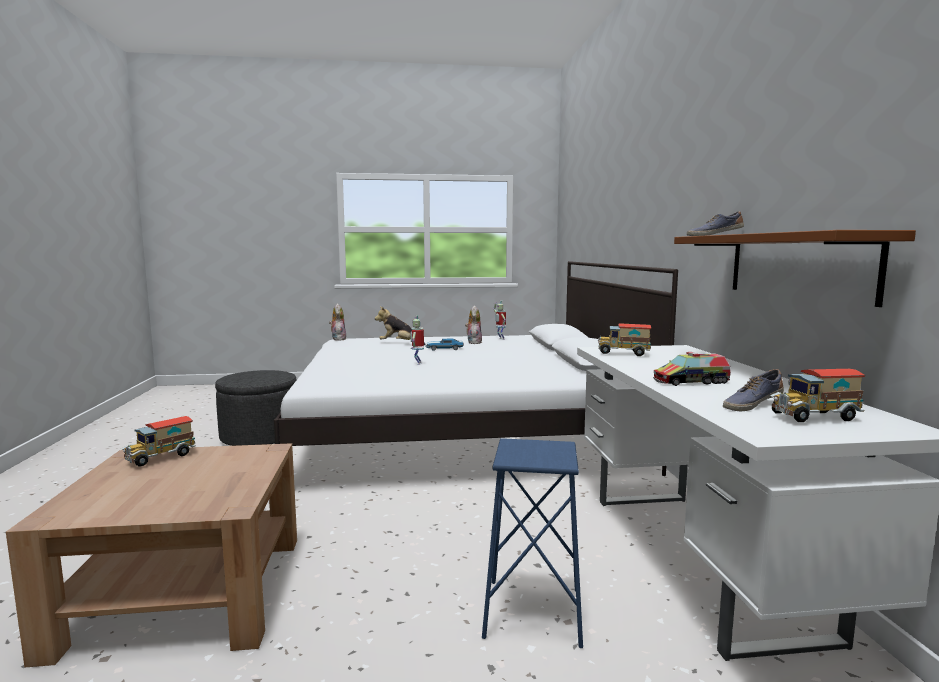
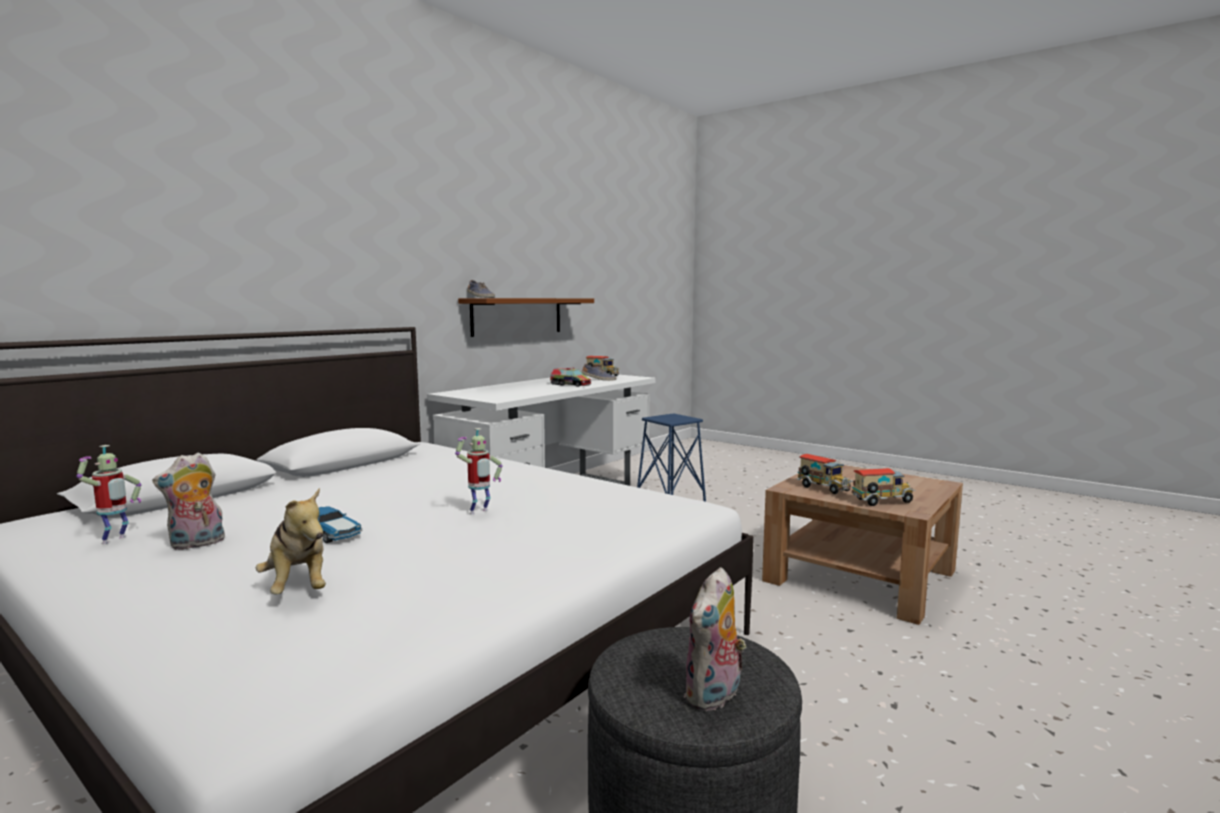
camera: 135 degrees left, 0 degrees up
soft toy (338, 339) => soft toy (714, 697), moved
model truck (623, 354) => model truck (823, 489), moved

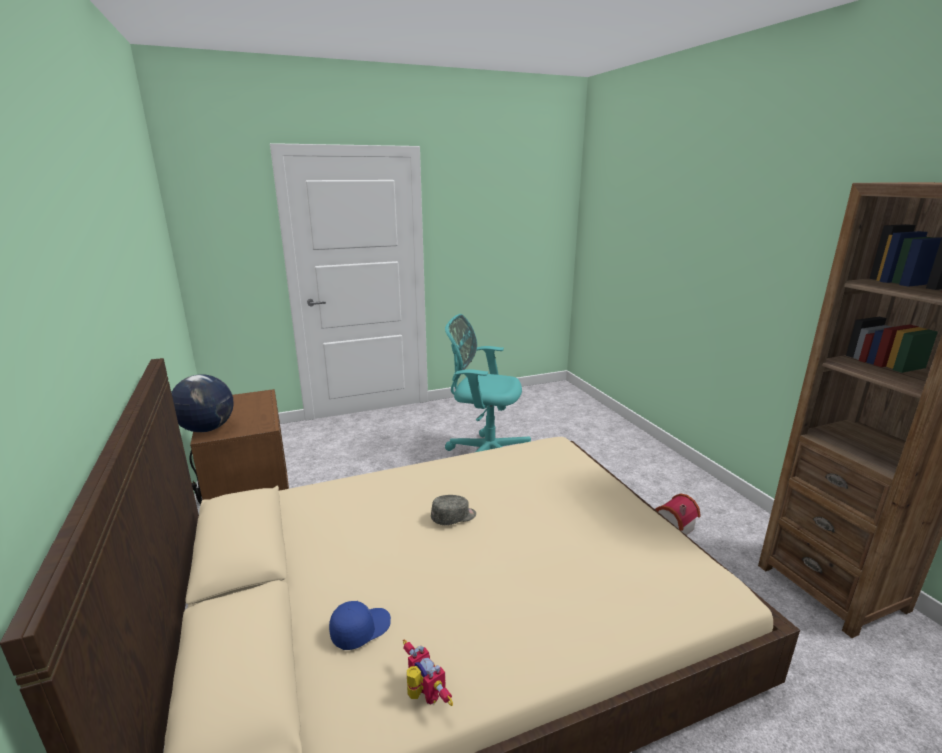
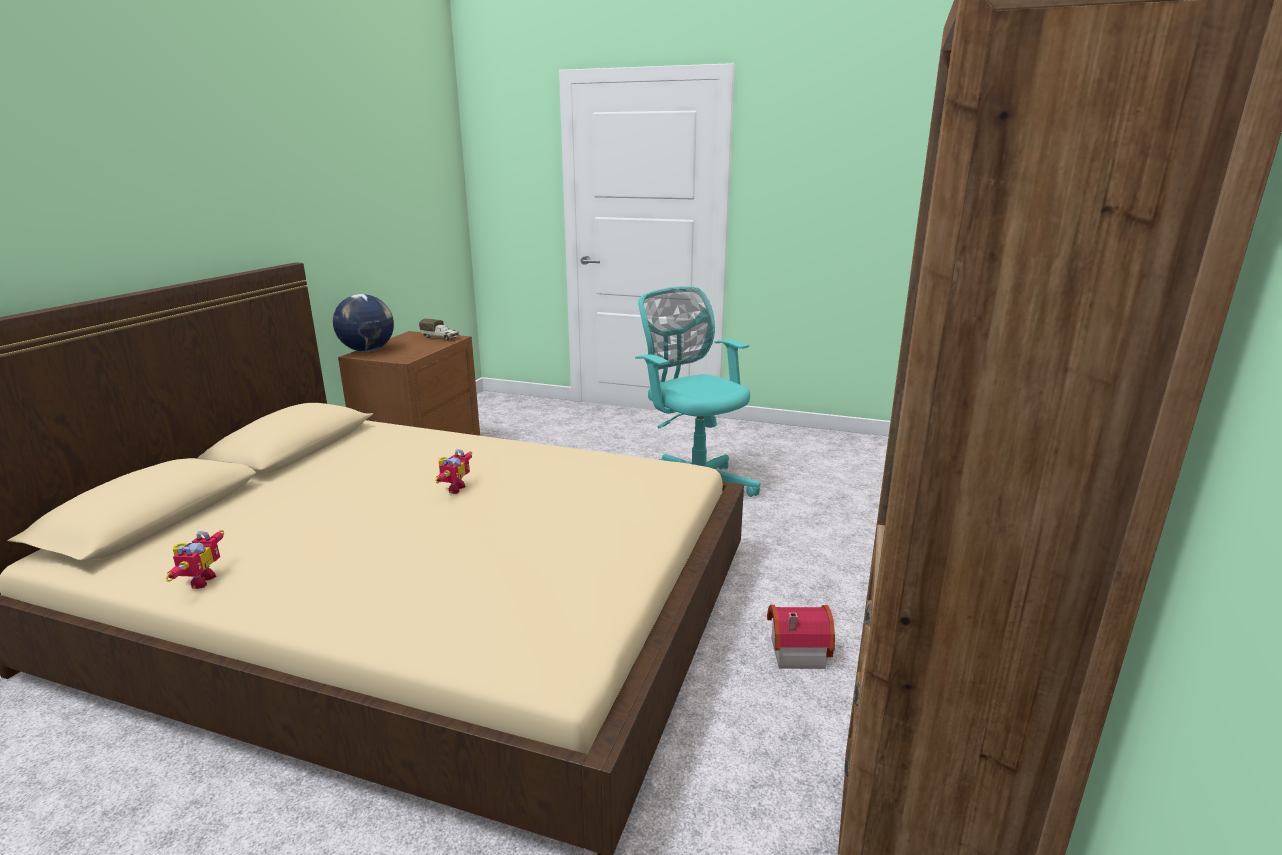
camera: 40 degrees right, 0 degrees up
bluish baseball cap (360, 629) => nothing
gray baseball cap (454, 517) => model robot (453, 488)
nothing => model truck (440, 337)

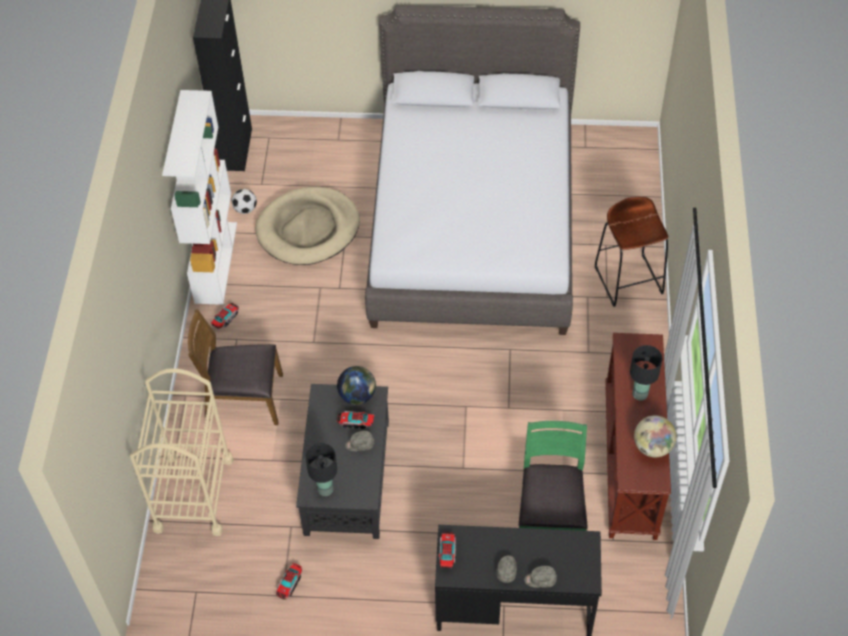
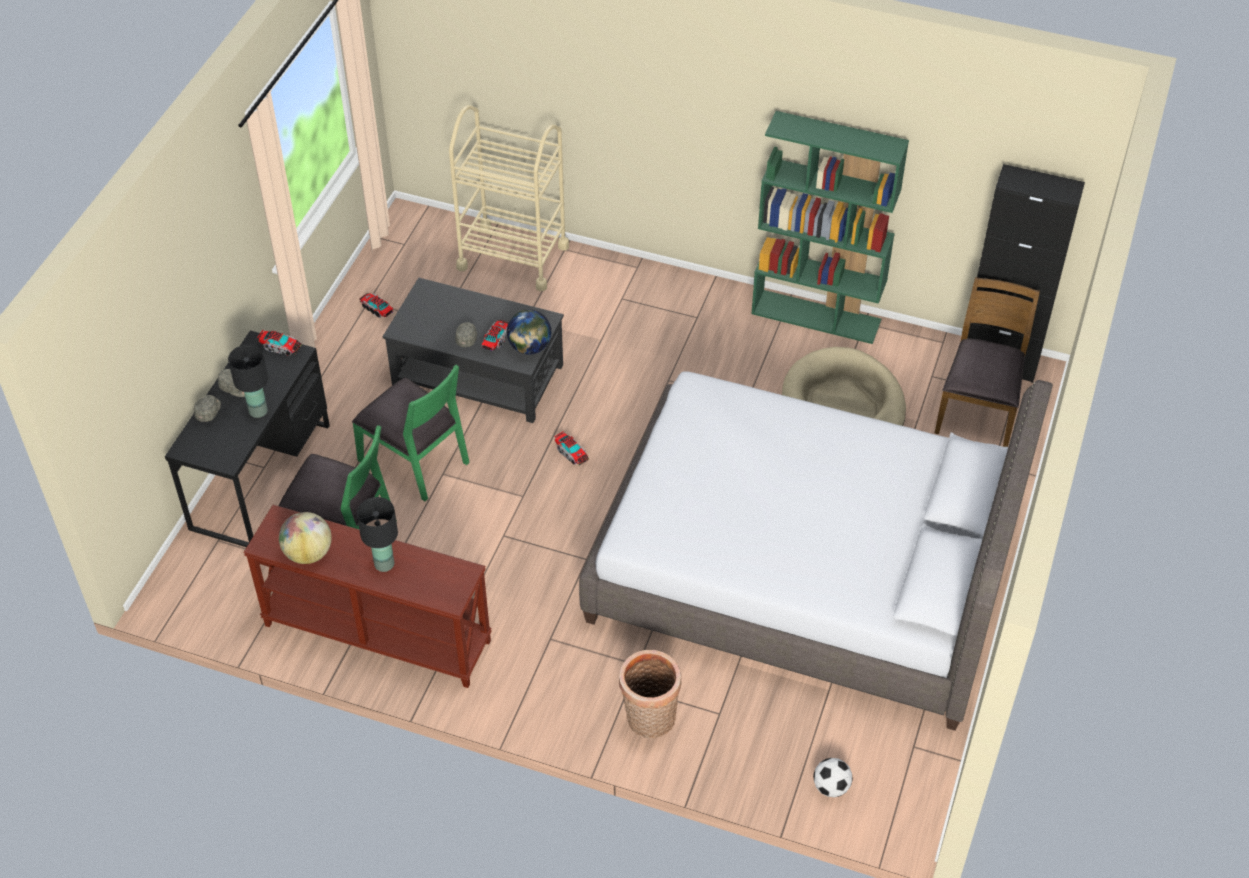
camera: 105 degrees right, 5 degrees down
white bookshelf (215, 262) => green-coloured bookshelf (817, 316)
brown-coloured chair (243, 398) => brown-coloured chair (978, 409), moved
model truck (226, 318) => model truck (571, 453), moved
ball for football (245, 209) => ball for football (831, 787), moved
black-coloured tabletop lamp (325, 490) => black-coloured tabletop lamp (258, 410), moved
brown-coloured sitting stool (628, 280) => household basket (649, 721)
nothing => green-coloured chair (415, 460)

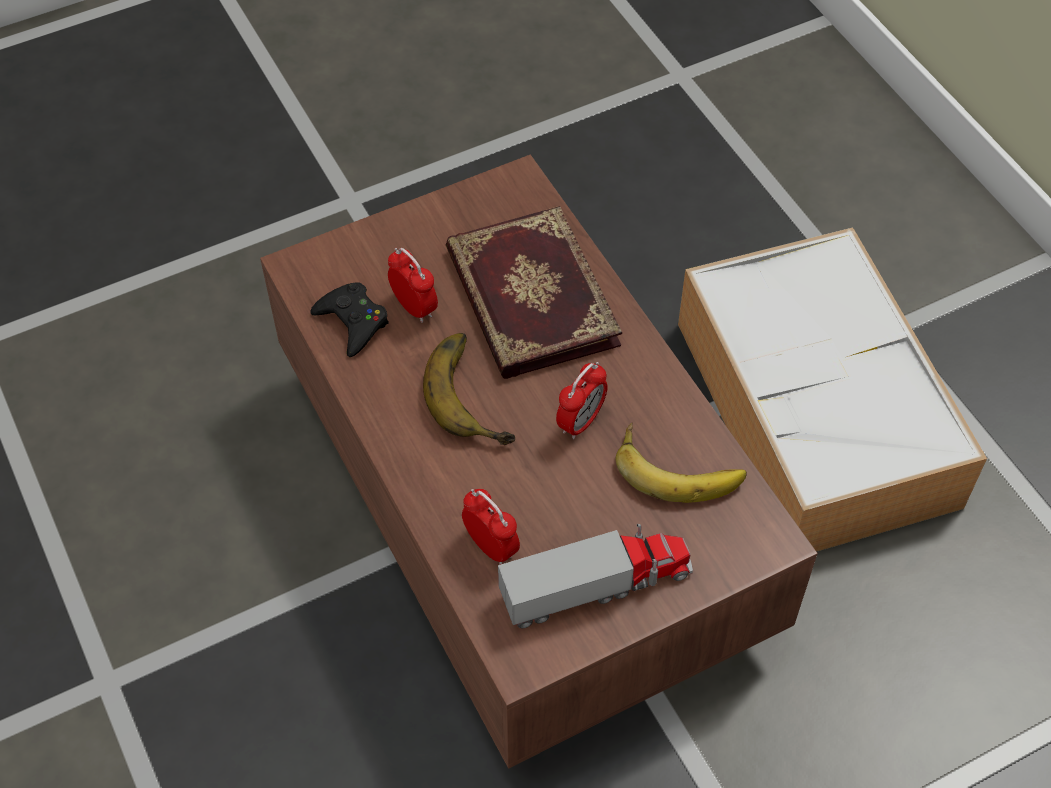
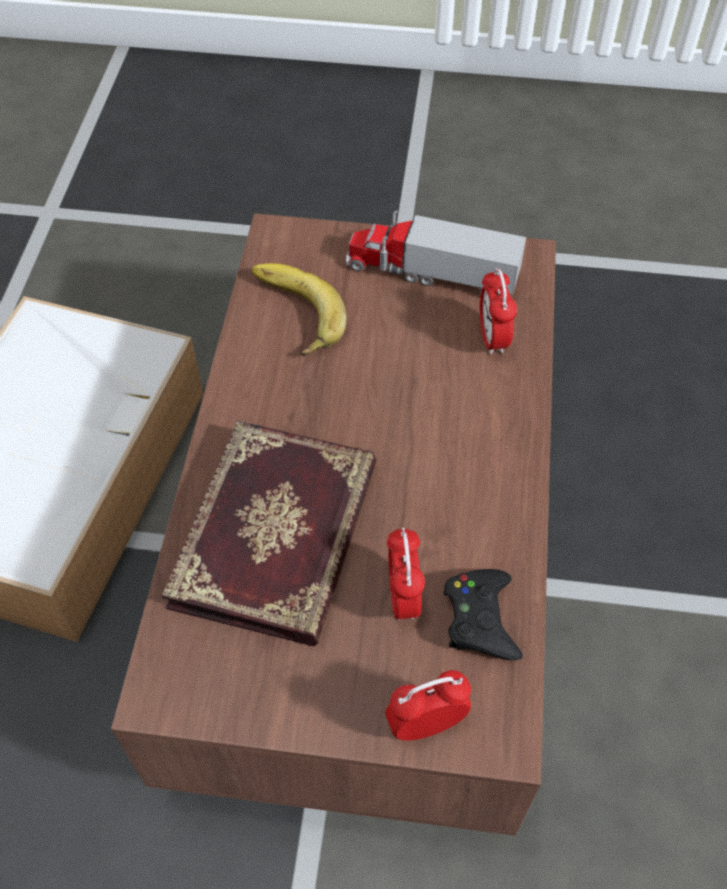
camera: 145 degrees left, 0 degrees up
banana fruit (476, 392) => nothing
bedside clock (580, 421) => bedside clock (426, 724), moved

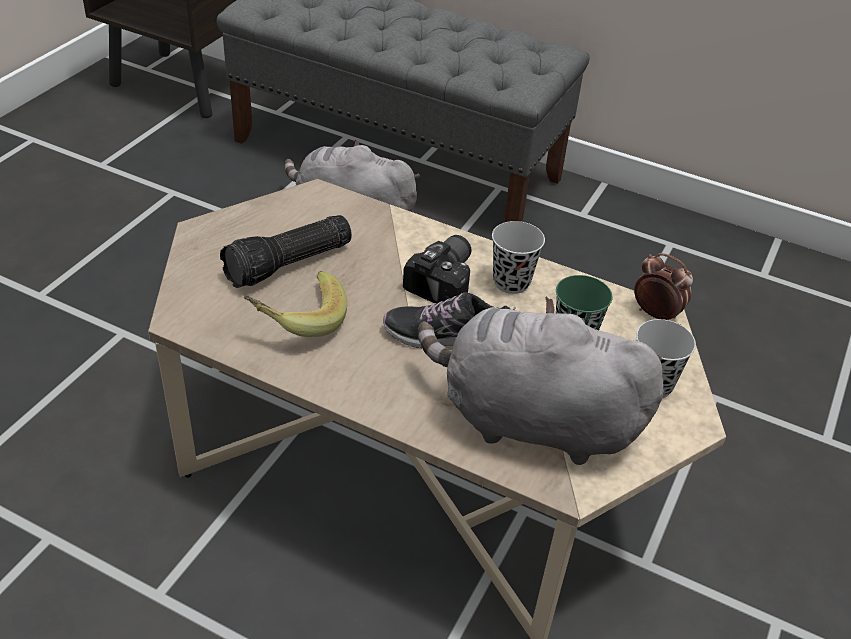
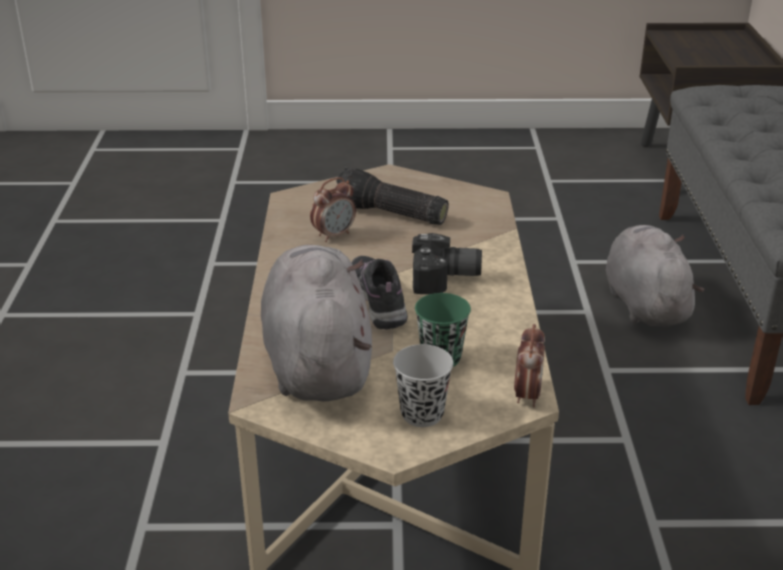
camera: 65 degrees right, 10 degrees down
banana fruit (297, 319) => bedside clock (334, 235)
black-coloured cup (511, 282) => nothing

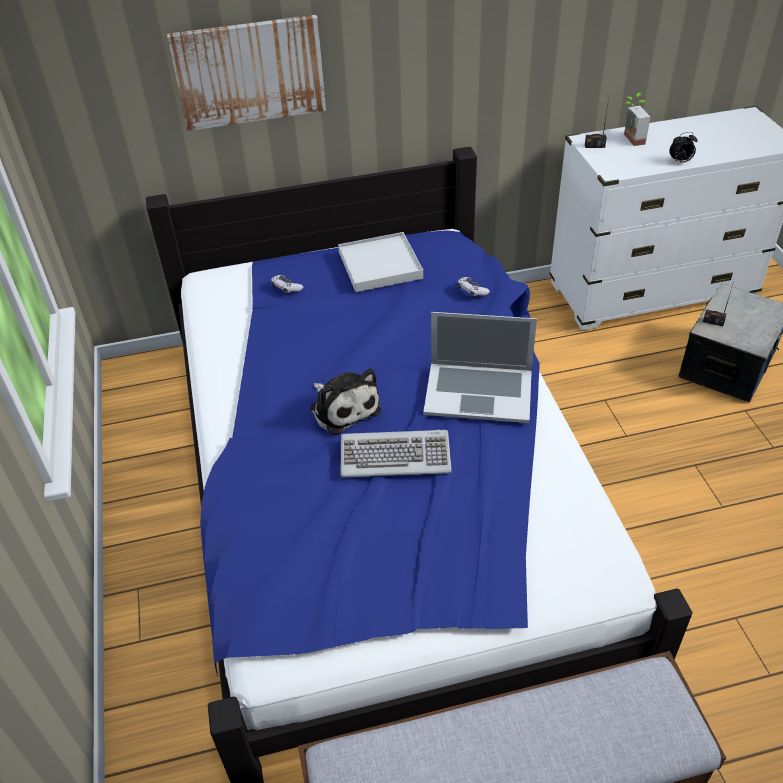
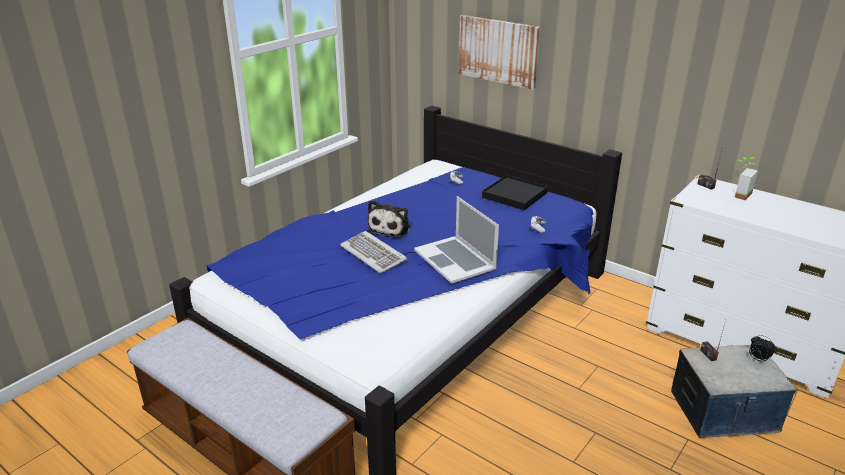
camera: 50 degrees right, 15 degrees down
white serving tray (380, 265) => black-coloured serving tray (514, 195)
bedside clock (680, 162) => bedside clock (757, 359), moved

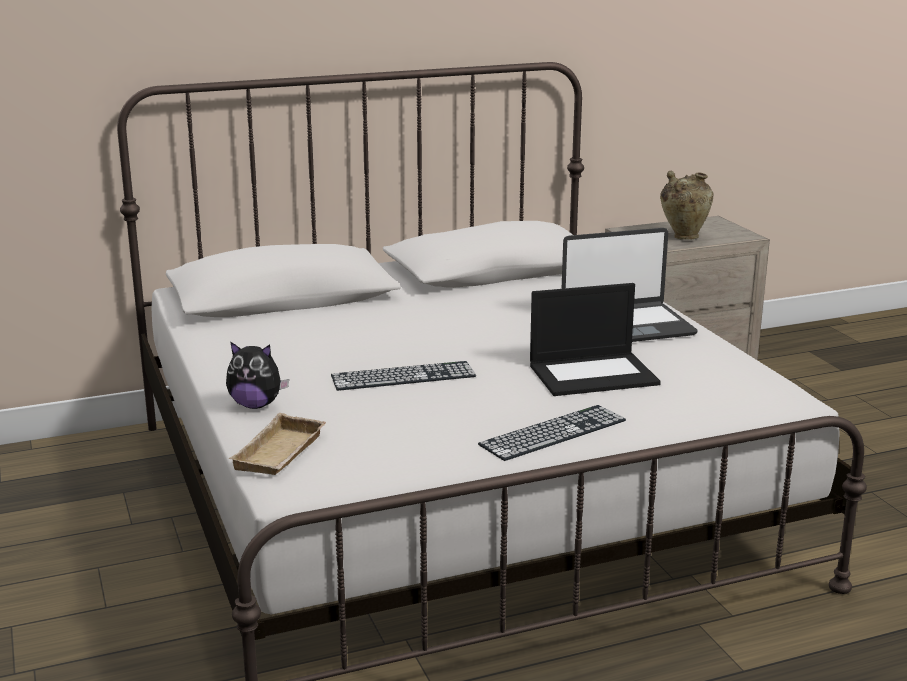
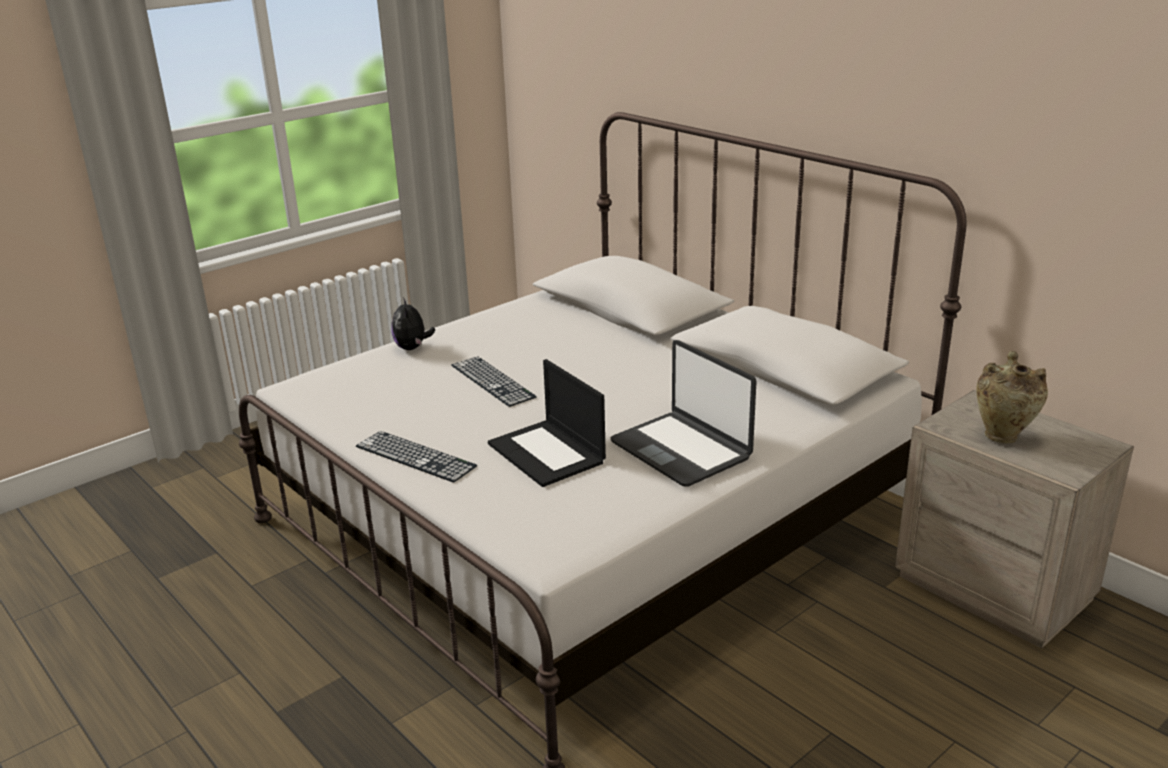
camera: 70 degrees right, 5 degrees up
beige-coloured serving tray (281, 453) => nothing

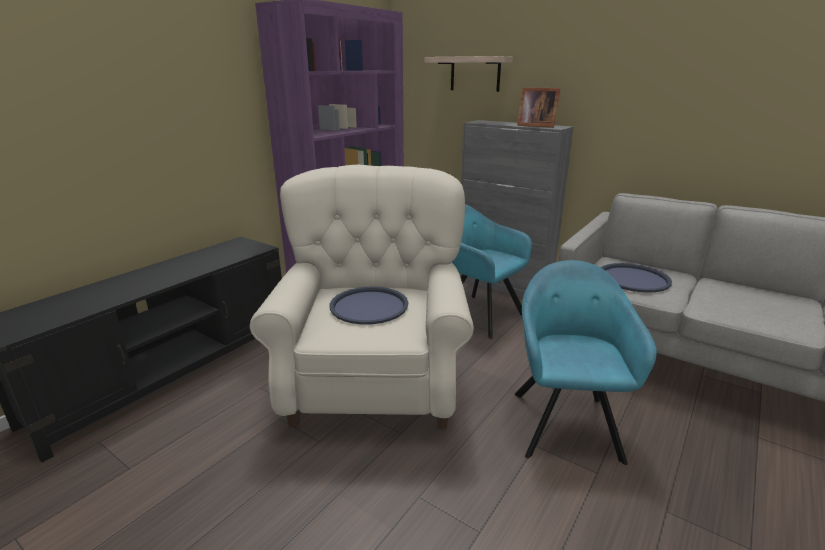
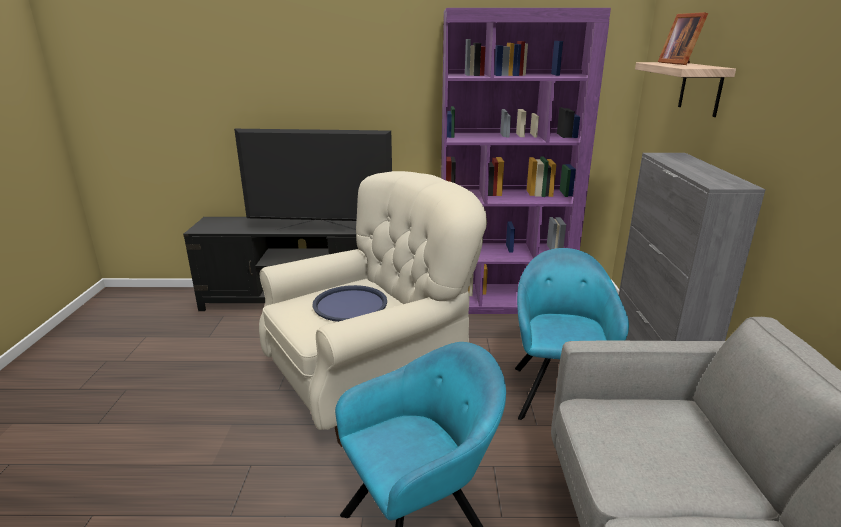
camera: 55 degrees right, 0 degrees up
standing frame (535, 126) => standing frame (679, 63), moved
bluish serving tray (633, 278) => nothing
nothing => TV (320, 230)

